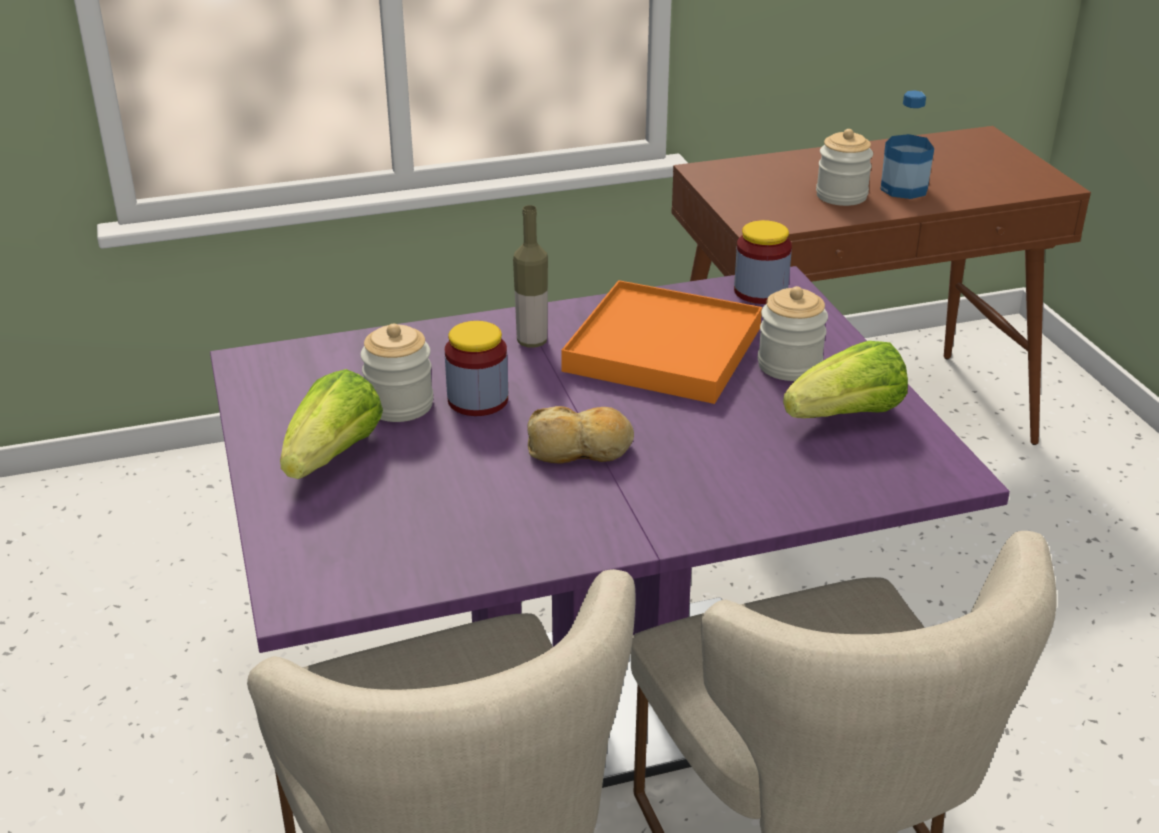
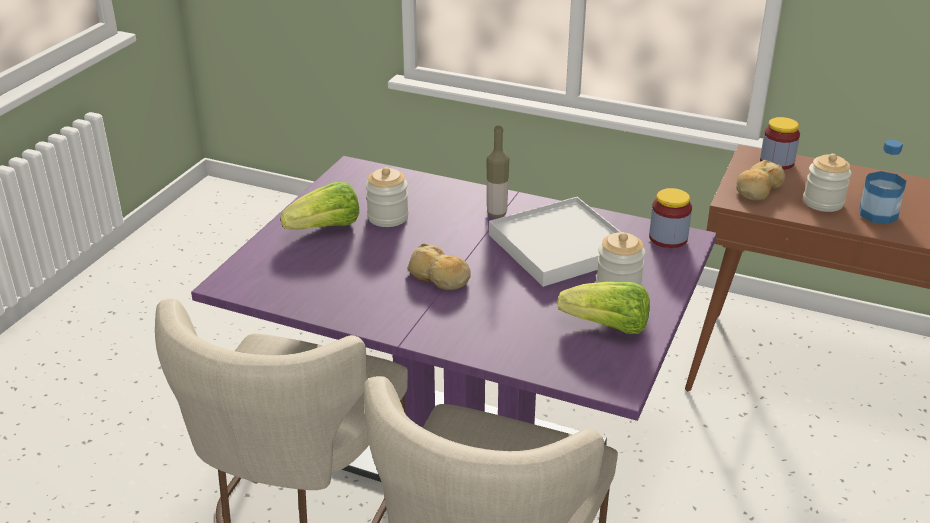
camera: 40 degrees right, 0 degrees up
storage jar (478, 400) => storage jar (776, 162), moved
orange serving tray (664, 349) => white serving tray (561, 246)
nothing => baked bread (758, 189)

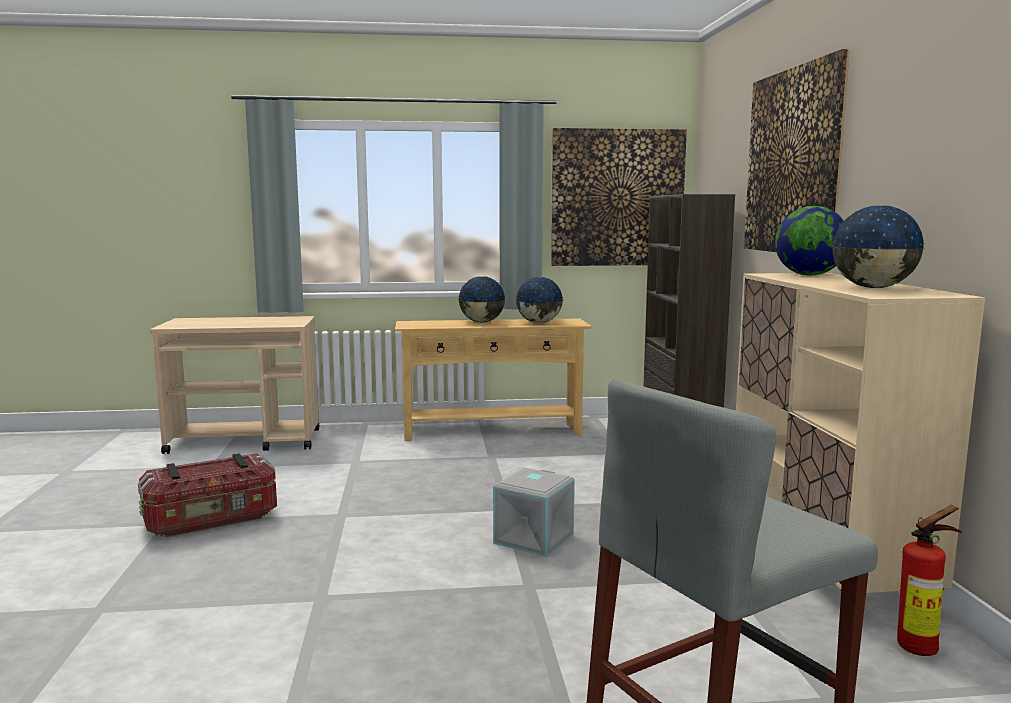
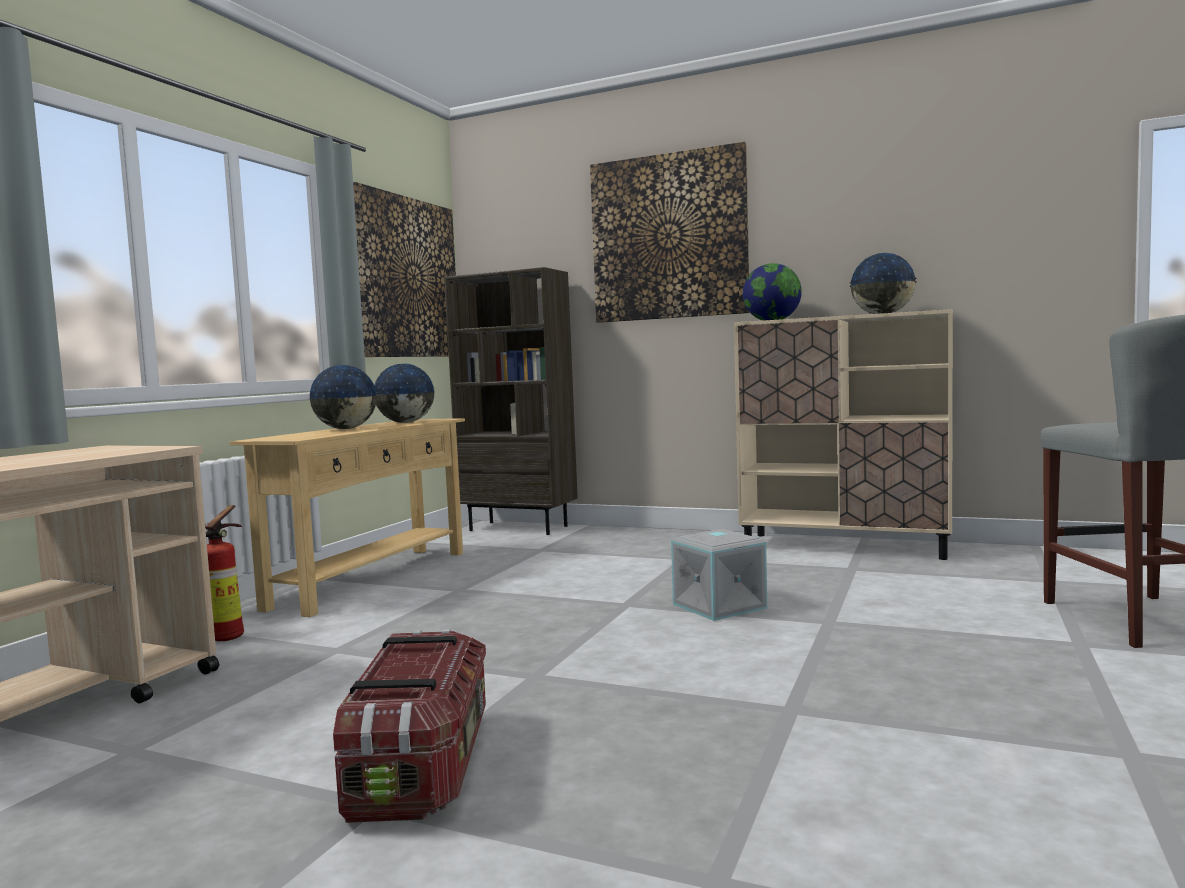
camera: 60 degrees left, 5 degrees down
fire extinguisher (922, 648) => fire extinguisher (231, 636), moved

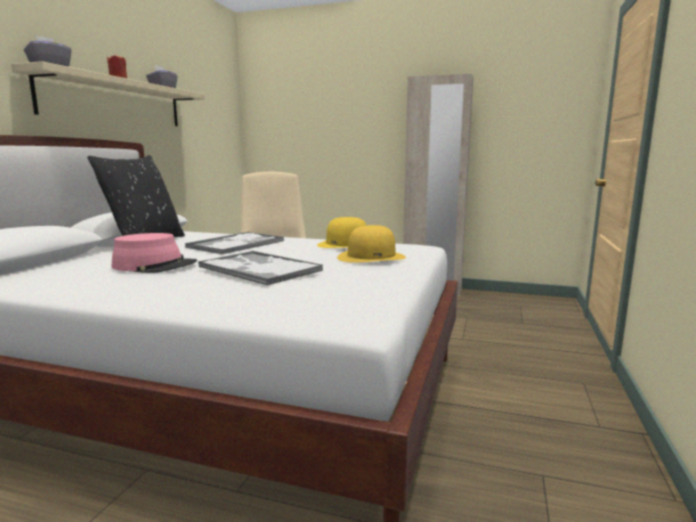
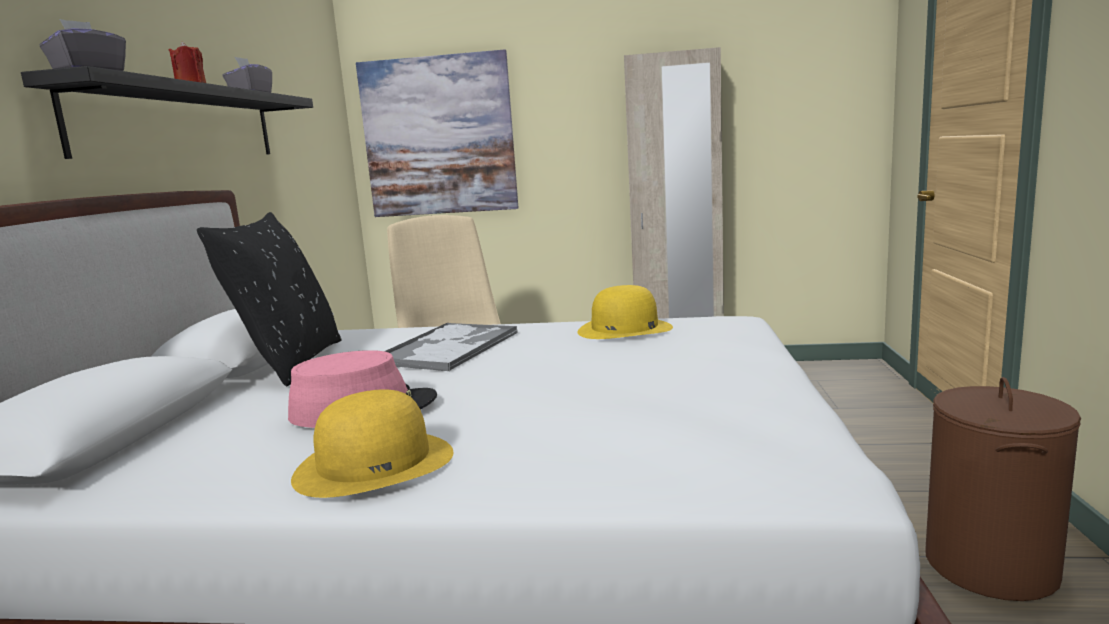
camera: 10 degrees left, 0 degrees up
beige-coloured shelf (116, 102) => black-coloured shelf (183, 123)
serving tray (258, 269) => nothing
yellow wearable hat (371, 257) => yellow wearable hat (375, 463), moved
nothing => wall picture (439, 136)
nothing => brown-coloured hamper (990, 566)

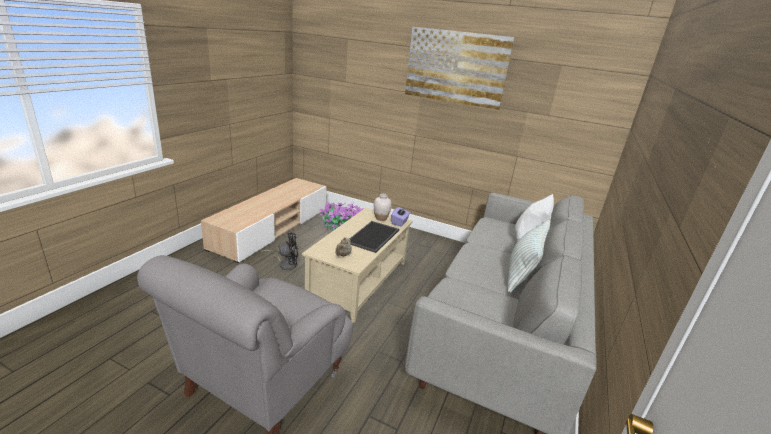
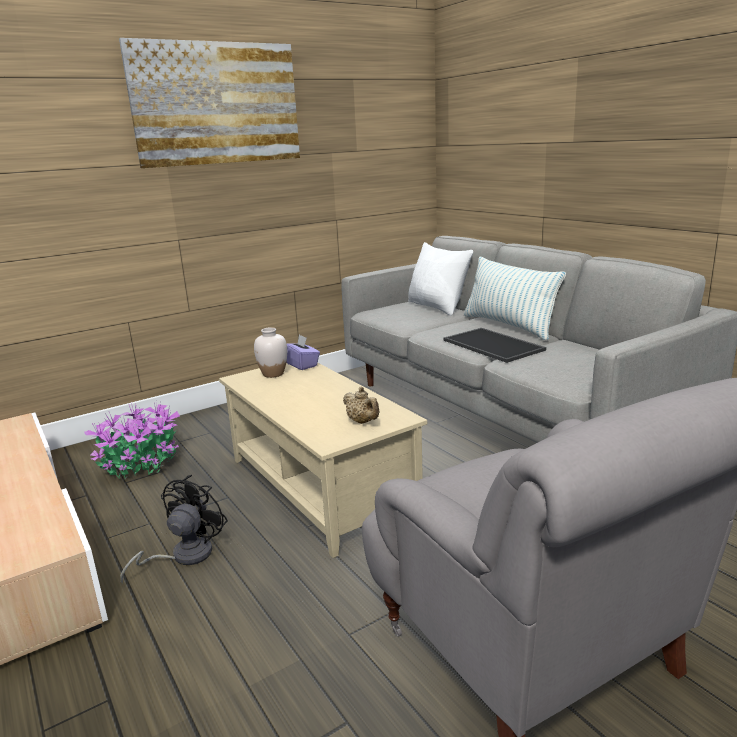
camera: 55 degrees left, 5 degrees down
serving tray (374, 237) => serving tray (494, 345), moved

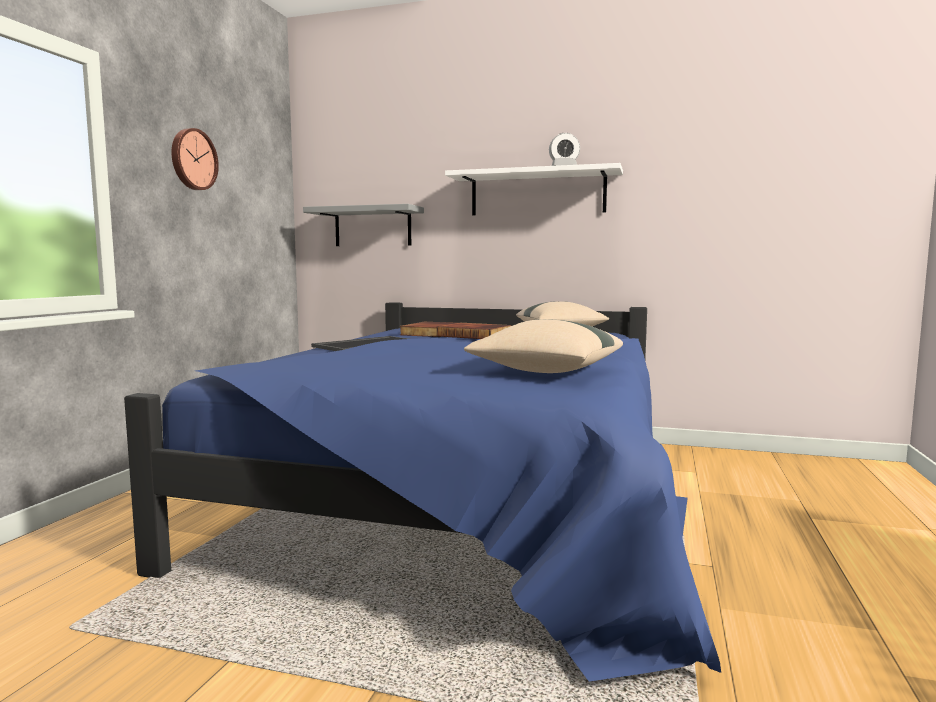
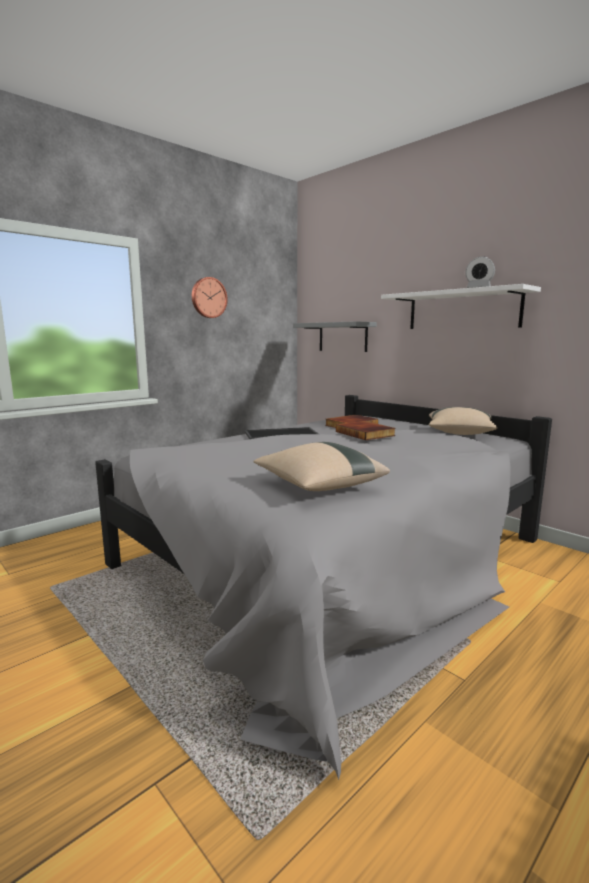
camera: 30 degrees right, 5 degrees up
bluish sleeping bed (470, 498) => gray sleeping bed (335, 559)

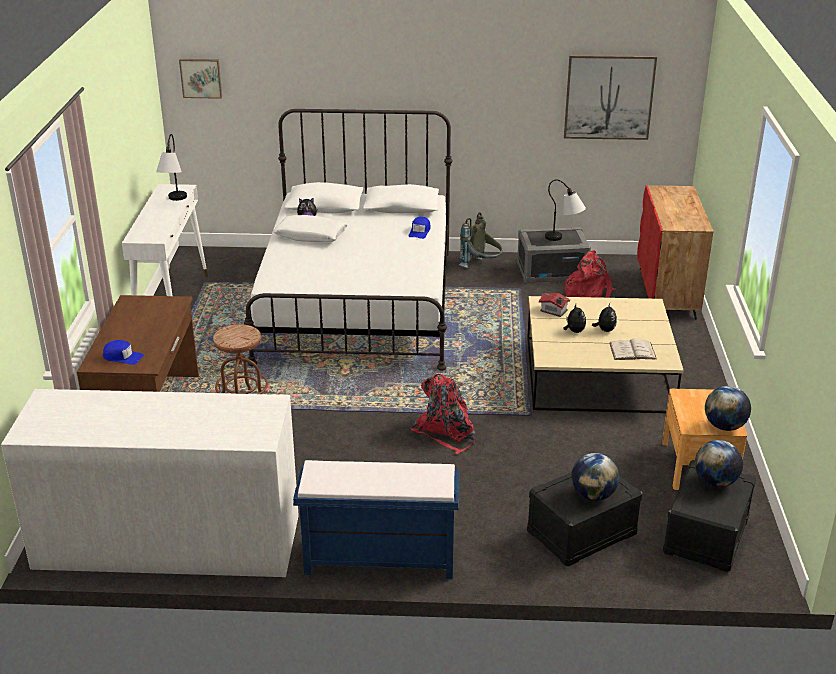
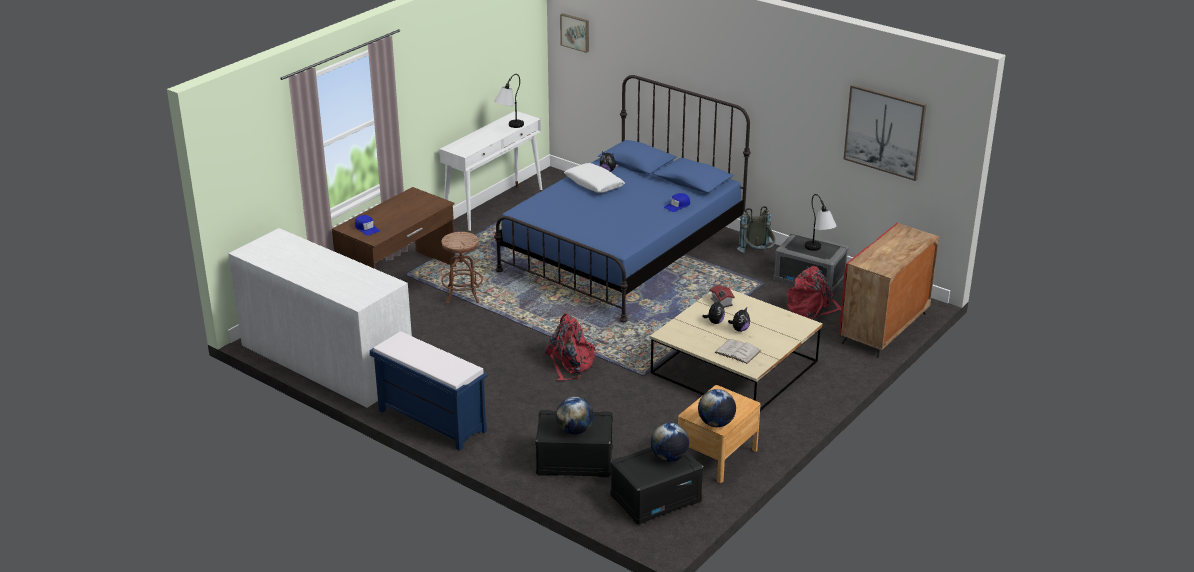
camera: 35 degrees right, 0 degrees up
white sleeping bed (358, 305) => bluish sleeping bed (623, 253)

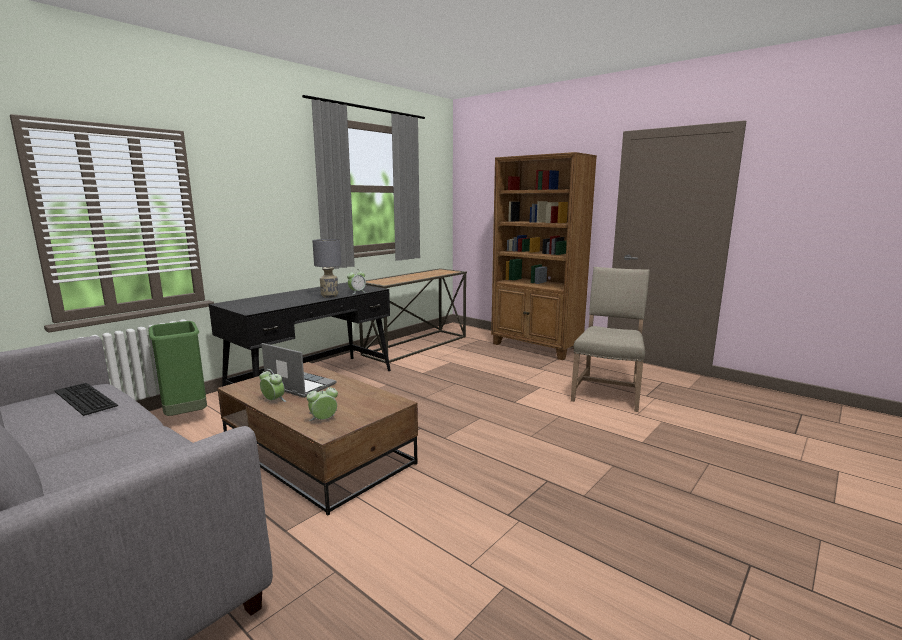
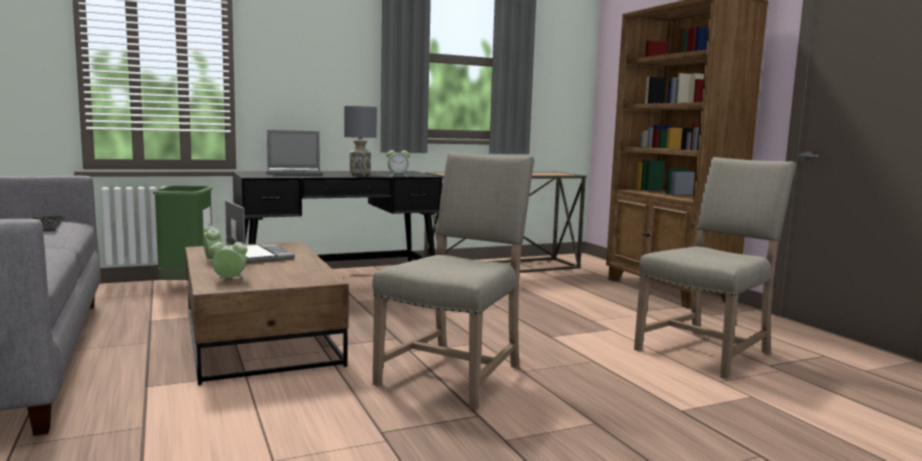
camera: 25 degrees right, 5 degrees down
nothing => notebook computer (294, 173)
nothing => beige-coloured chair (455, 374)

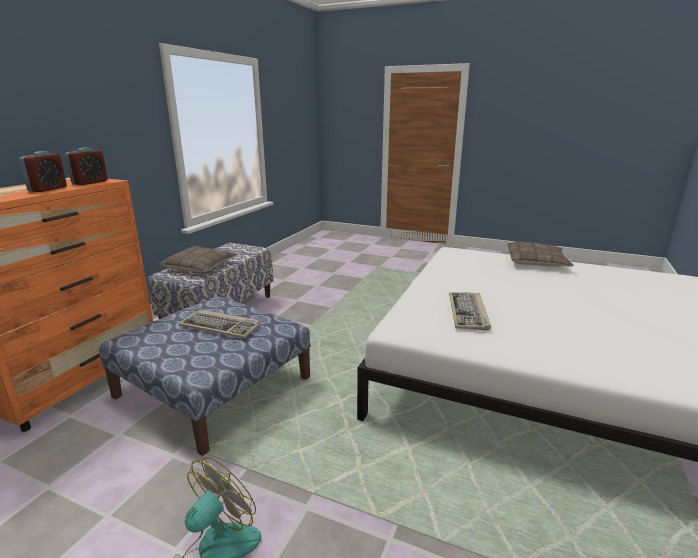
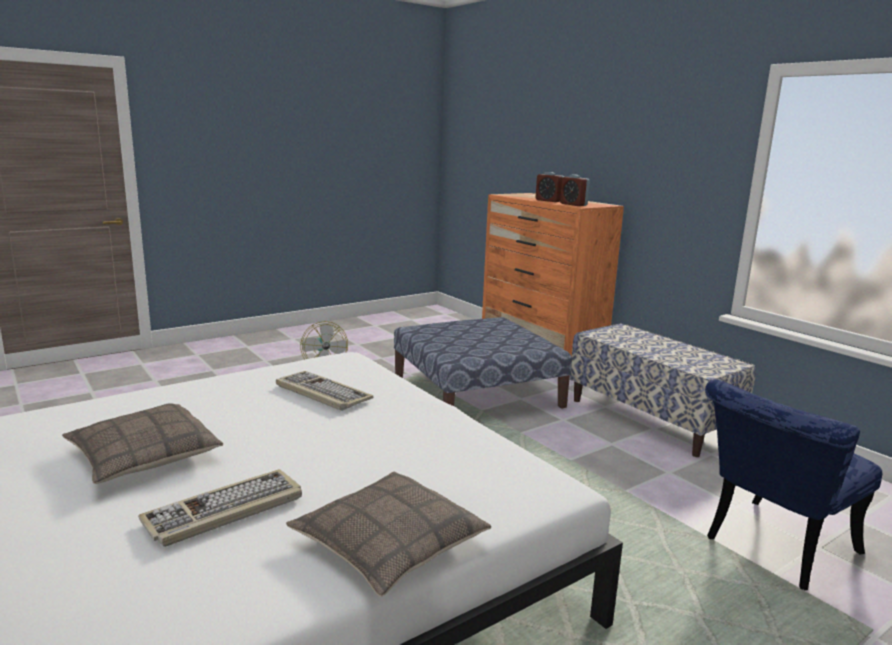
camera: 120 degrees right, 5 degrees down
throw pillow (200, 267) => throw pillow (143, 456), moved
computer keyboard (221, 326) => computer keyboard (224, 511), moved
nothing => bluish chair (772, 548)

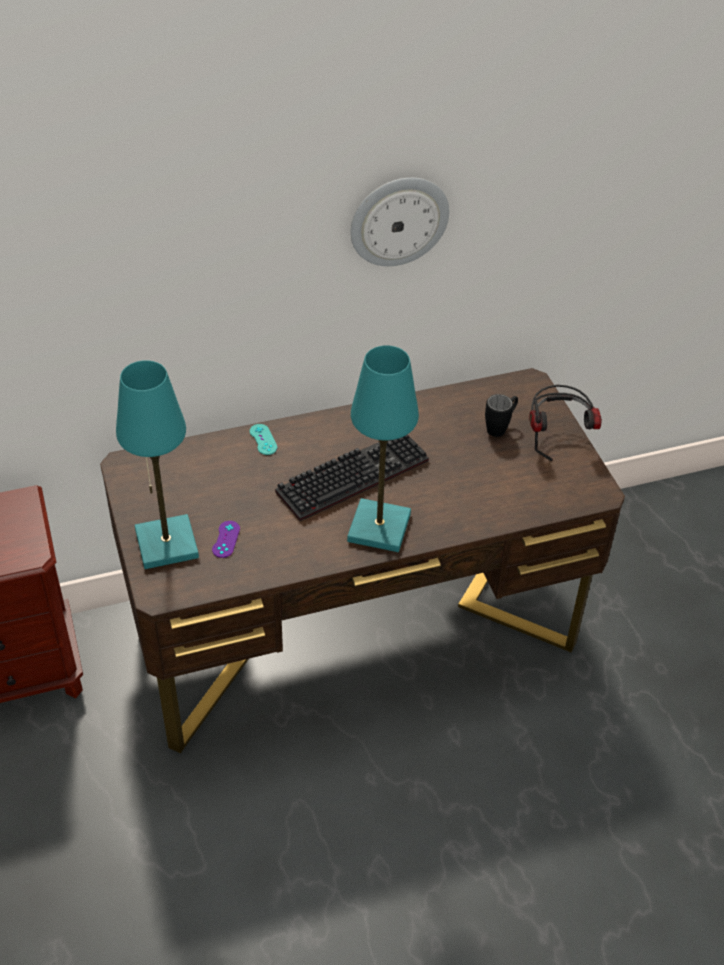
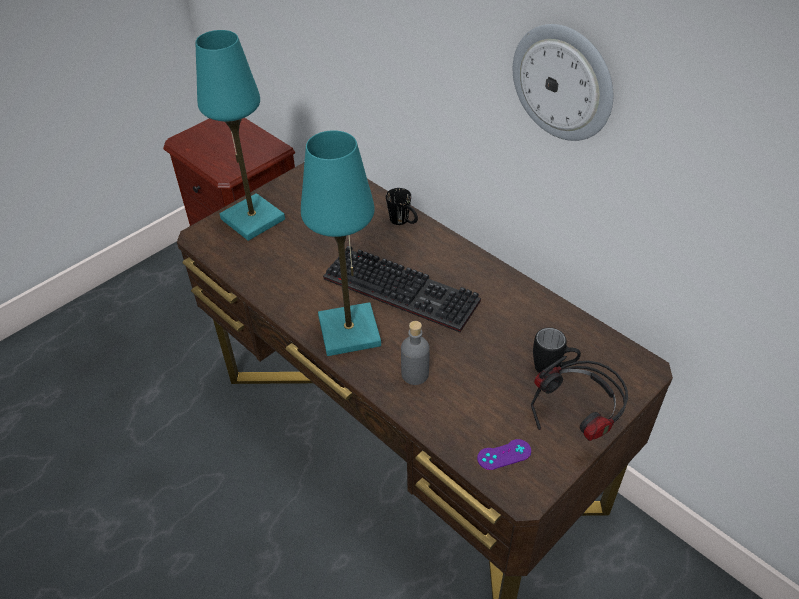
camera: 65 degrees right, 0 degrees up
purple game controller (226, 539) => purple game controller (504, 454), moved
turquoise-coloured game controller (263, 439) => black-coloured tea mug (403, 222)
nothing => gray drink bottle (415, 374)

